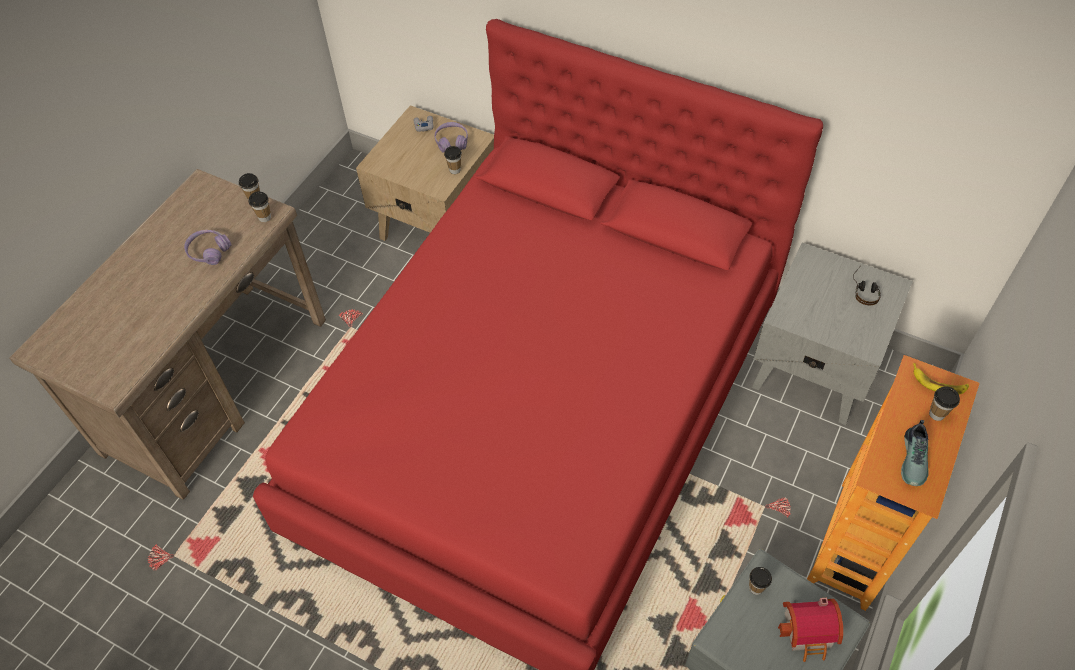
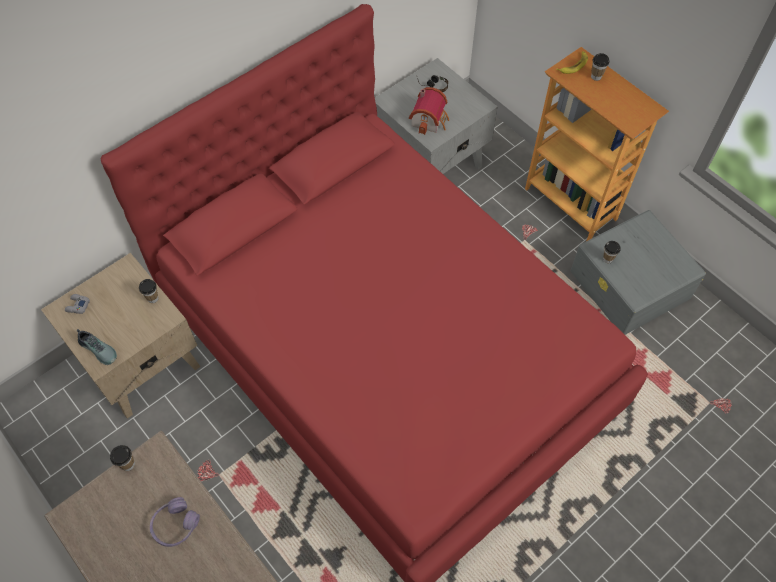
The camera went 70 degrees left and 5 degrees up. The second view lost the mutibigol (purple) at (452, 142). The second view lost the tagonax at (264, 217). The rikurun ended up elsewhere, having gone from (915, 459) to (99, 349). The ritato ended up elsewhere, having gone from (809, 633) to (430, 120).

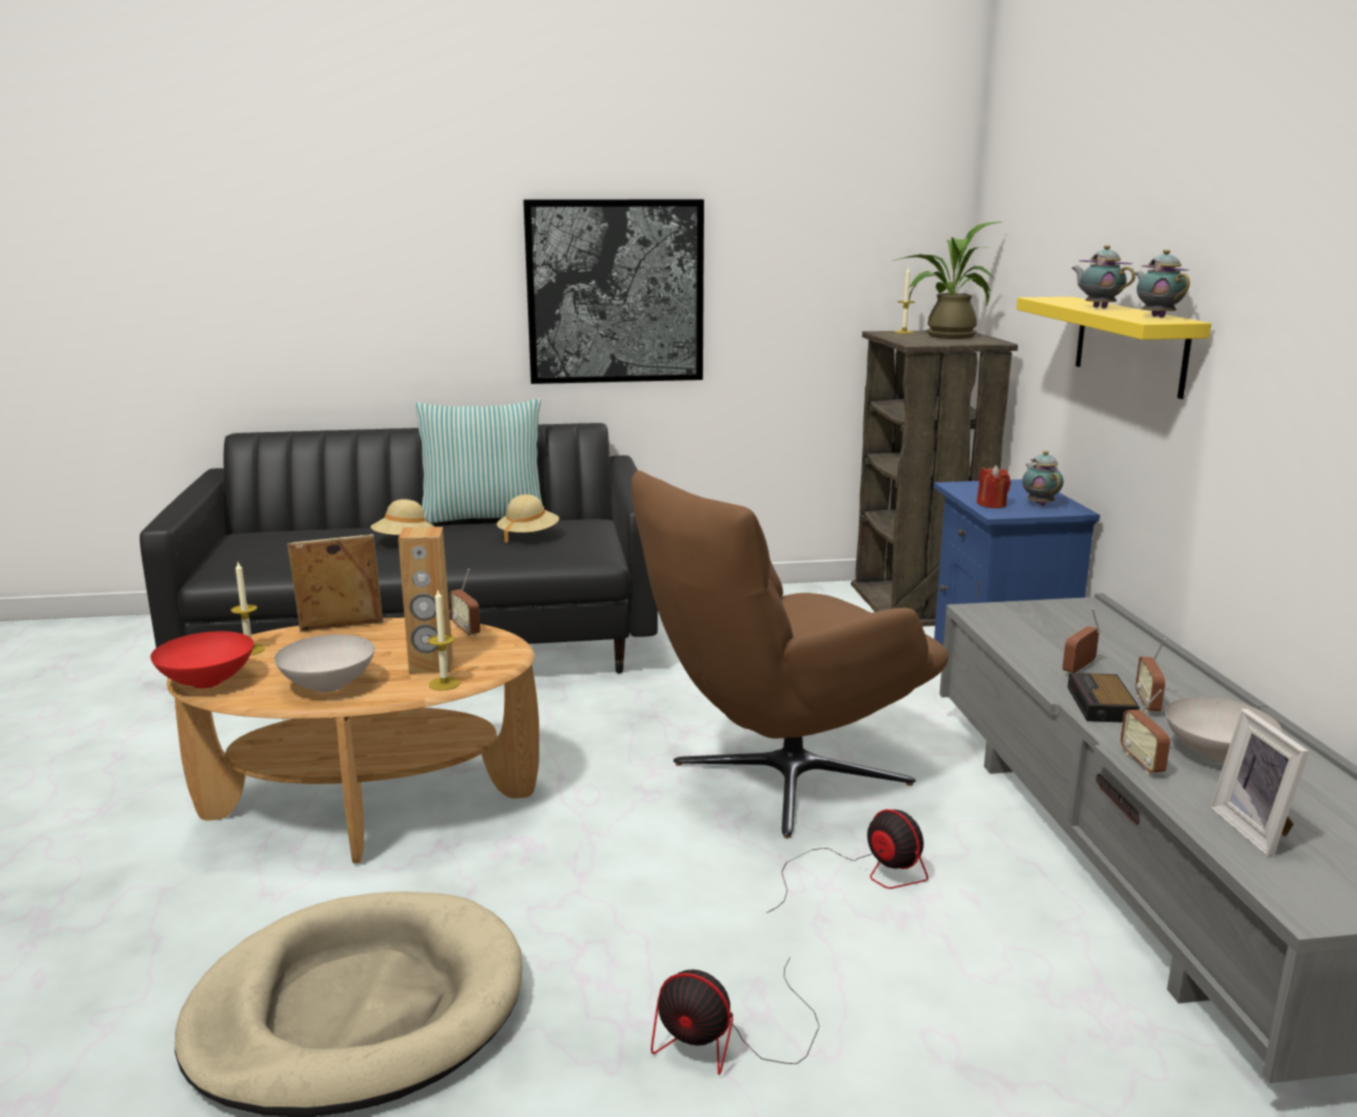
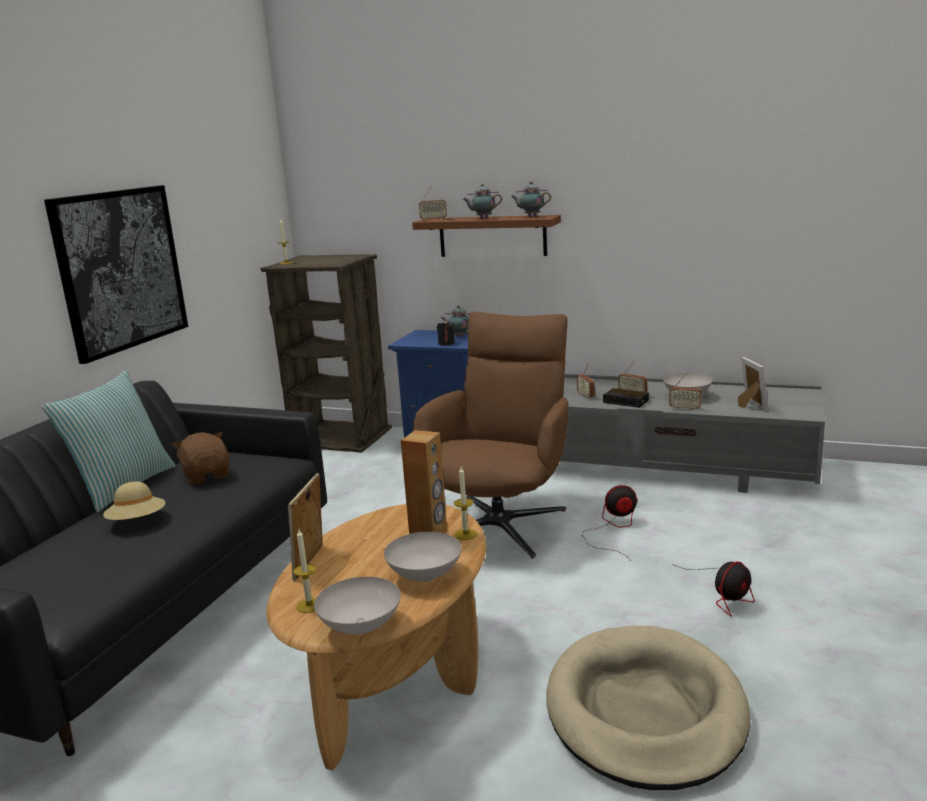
The camera went 60 degrees left and 0 degrees up. The second view lost the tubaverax at (944, 336). What was the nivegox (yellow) at (1130, 345) turned into the nivegox (brown) at (492, 236). What was the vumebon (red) at (991, 504) turned into the vumebon (black) at (446, 343). The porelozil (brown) at (785, 776) ended up facing another way, 150 degrees counterclockwise from before. Where the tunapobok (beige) stood at (528, 536), the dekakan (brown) came to stand at (207, 475). The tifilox ended up elsewhere, having gone from (466, 630) to (433, 219). What was the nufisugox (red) at (207, 681) turned into the nufisugox (white) at (359, 627). The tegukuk at (1256, 830) ended up facing another way, 120 degrees counterclockwise from before.

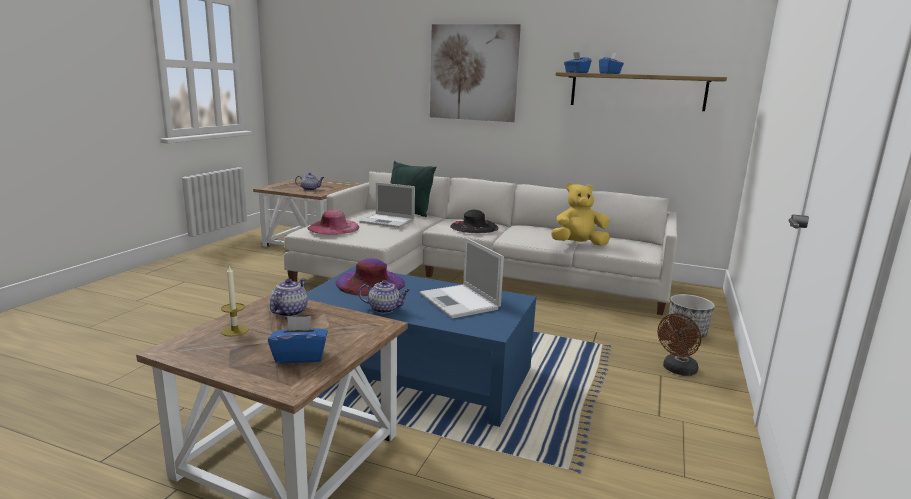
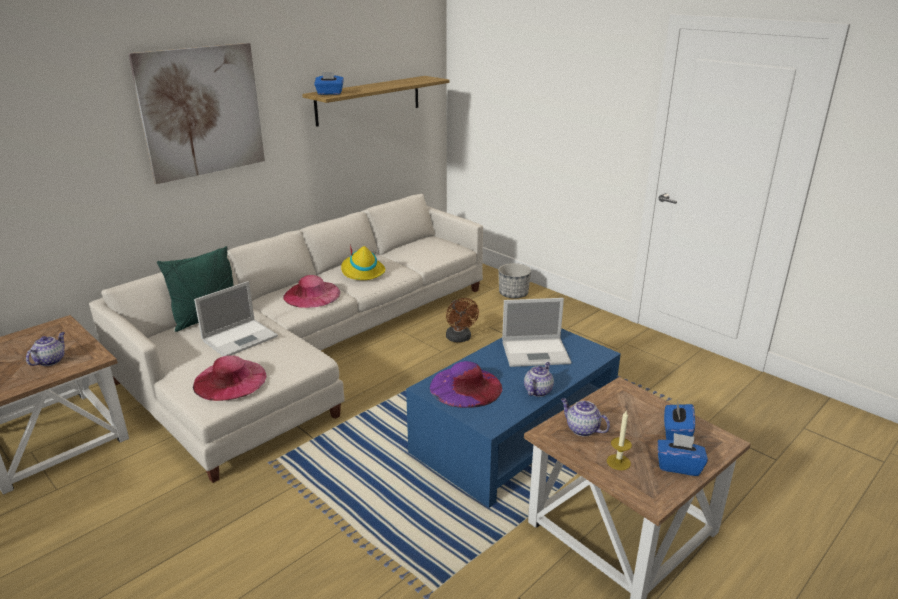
The camera went 65 degrees left and 10 degrees up. The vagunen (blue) ended up elsewhere, having gone from (610, 73) to (678, 466). The second view lost the dekakan (yellow) at (578, 244). What was the tunapobok (black) at (474, 227) turned into the tunapobok (pink) at (312, 294). The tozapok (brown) ended up elsewhere, having gone from (677, 370) to (460, 339). The second view gained the tunapobok (yellow) at (362, 271).

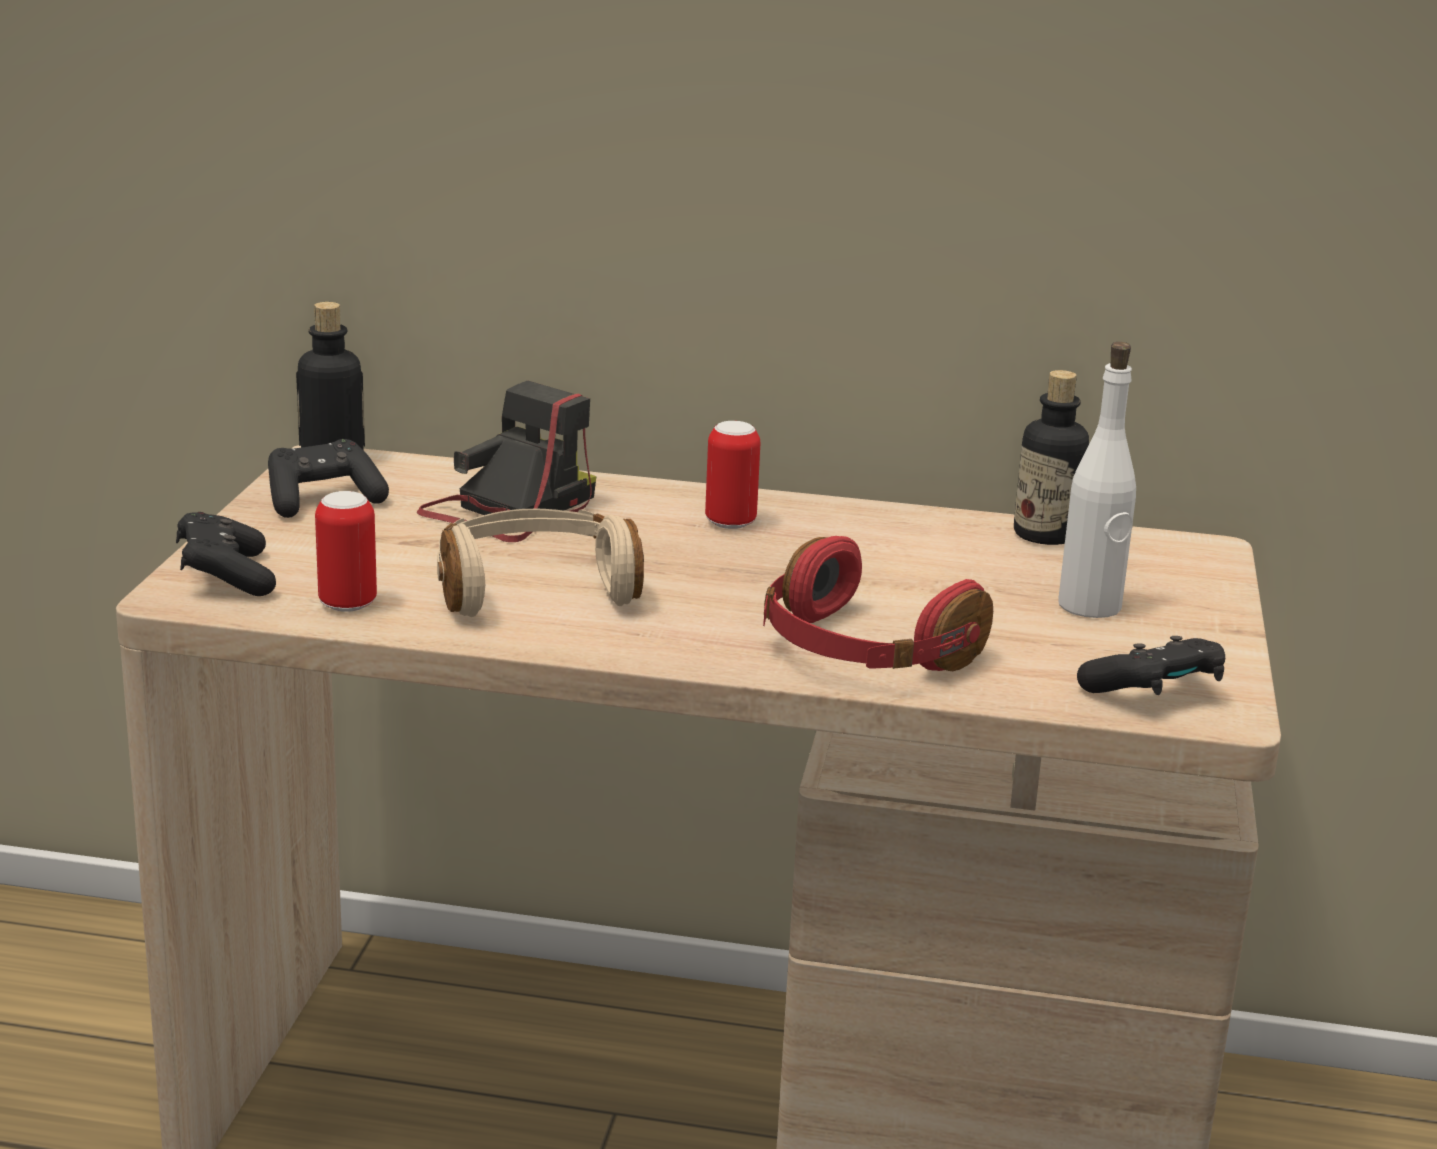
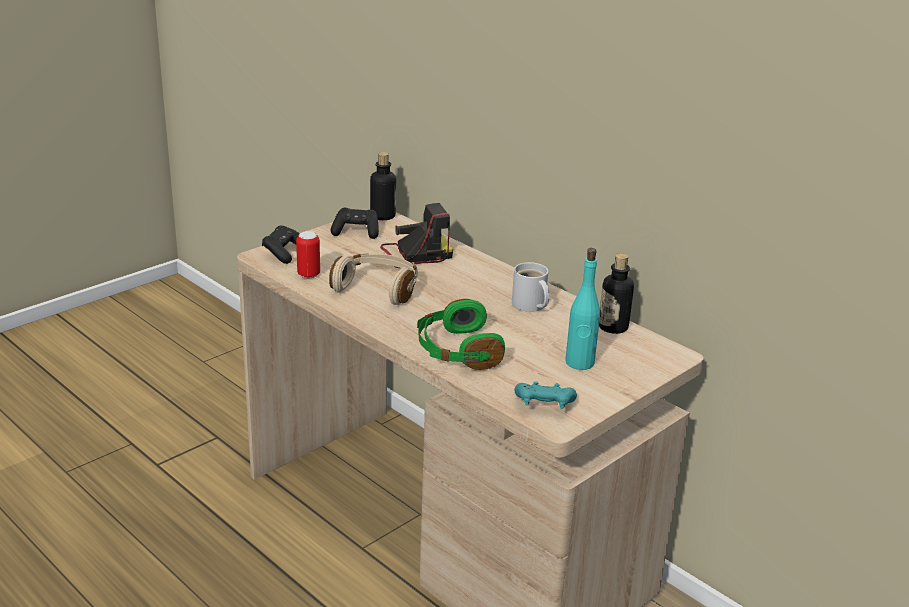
The camera went 35 degrees right and 5 degrees up. What was the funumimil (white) at (1090, 606) turned into the funumimil (turquoise) at (579, 363). The second view lost the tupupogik at (730, 522). What was the mutibigol (red) at (861, 652) turned into the mutibigol (green) at (457, 351). What was the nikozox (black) at (1154, 694) turned into the nikozox (turquoise) at (544, 406). The second view gained the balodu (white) at (529, 305).

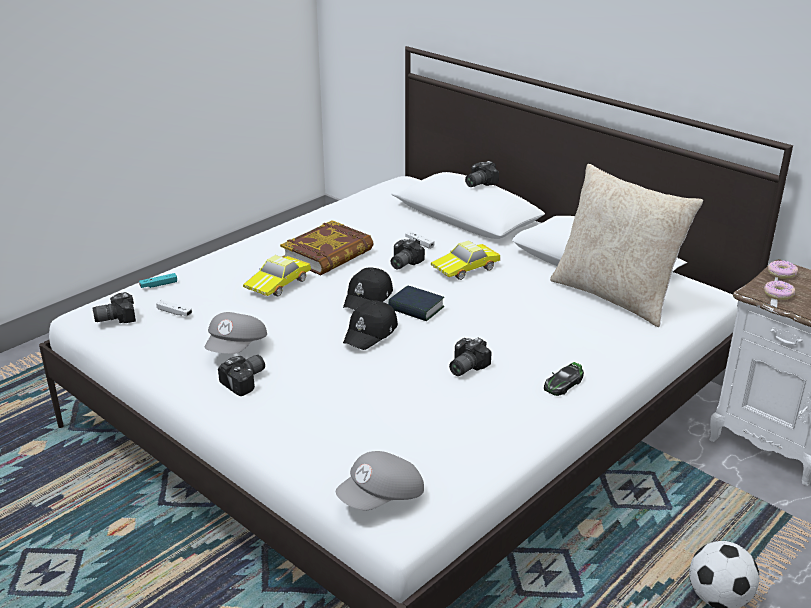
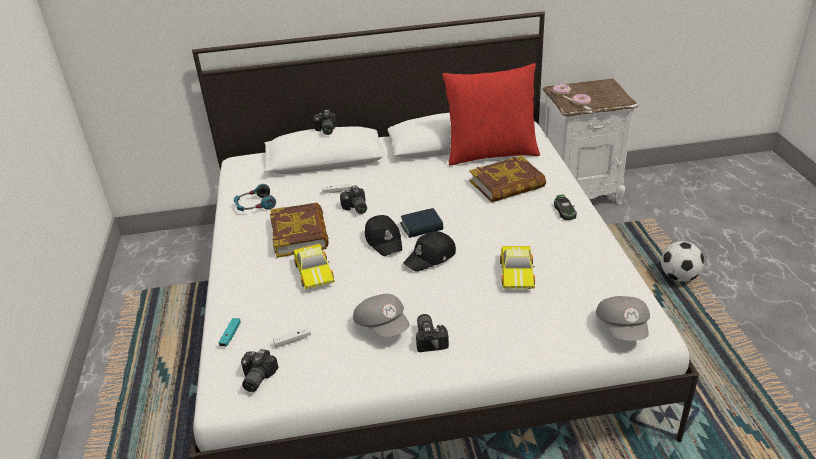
The camera went 50 degrees left and 5 degrees up. What was the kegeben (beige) at (615, 296) turned into the kegeben (red) at (491, 153). The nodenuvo ended up elsewhere, having gone from (466, 268) to (518, 273). The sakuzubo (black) at (371, 333) ended up facing another way, 75 degrees clockwise from before. The second view lost the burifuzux at (464, 367). The second view gained the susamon at (507, 184). The second view gained the mutibigol at (255, 205).

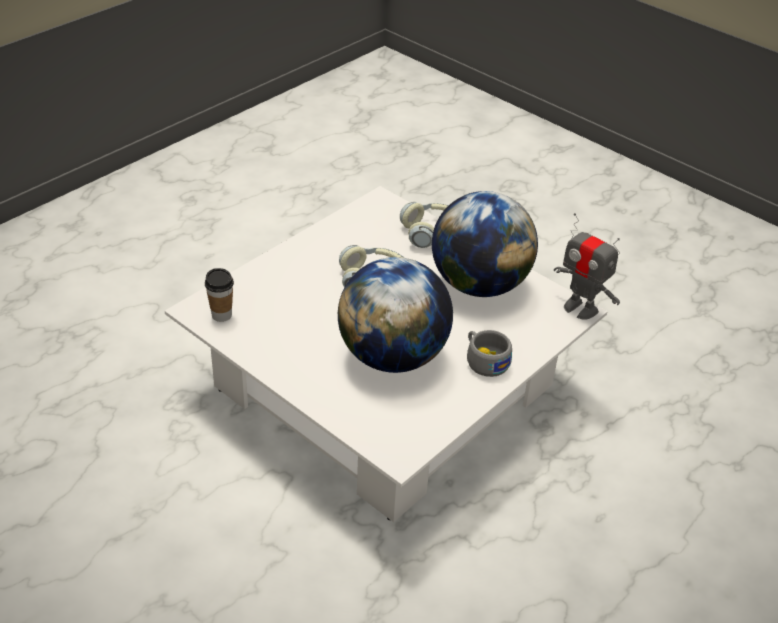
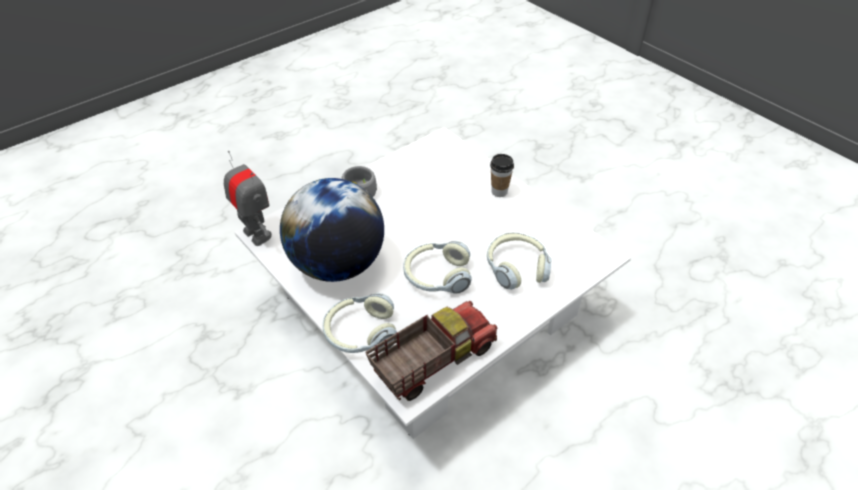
The camera went 170 degrees left and 5 degrees up. The second view lost the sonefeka at (392, 356). The tagonax ended up elsewhere, having gone from (221, 315) to (499, 191). The second view gained the mutibigol at (516, 267). The second view gained the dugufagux at (432, 361).

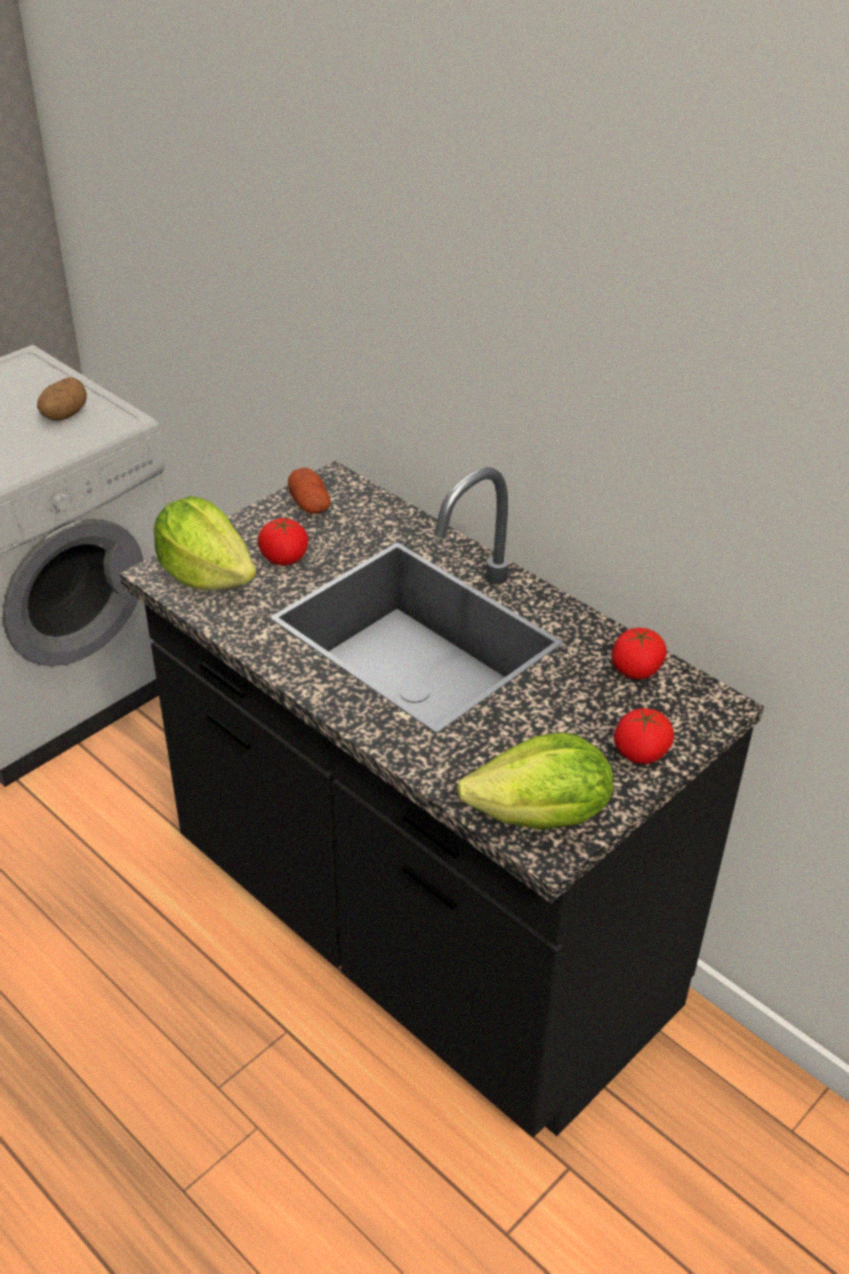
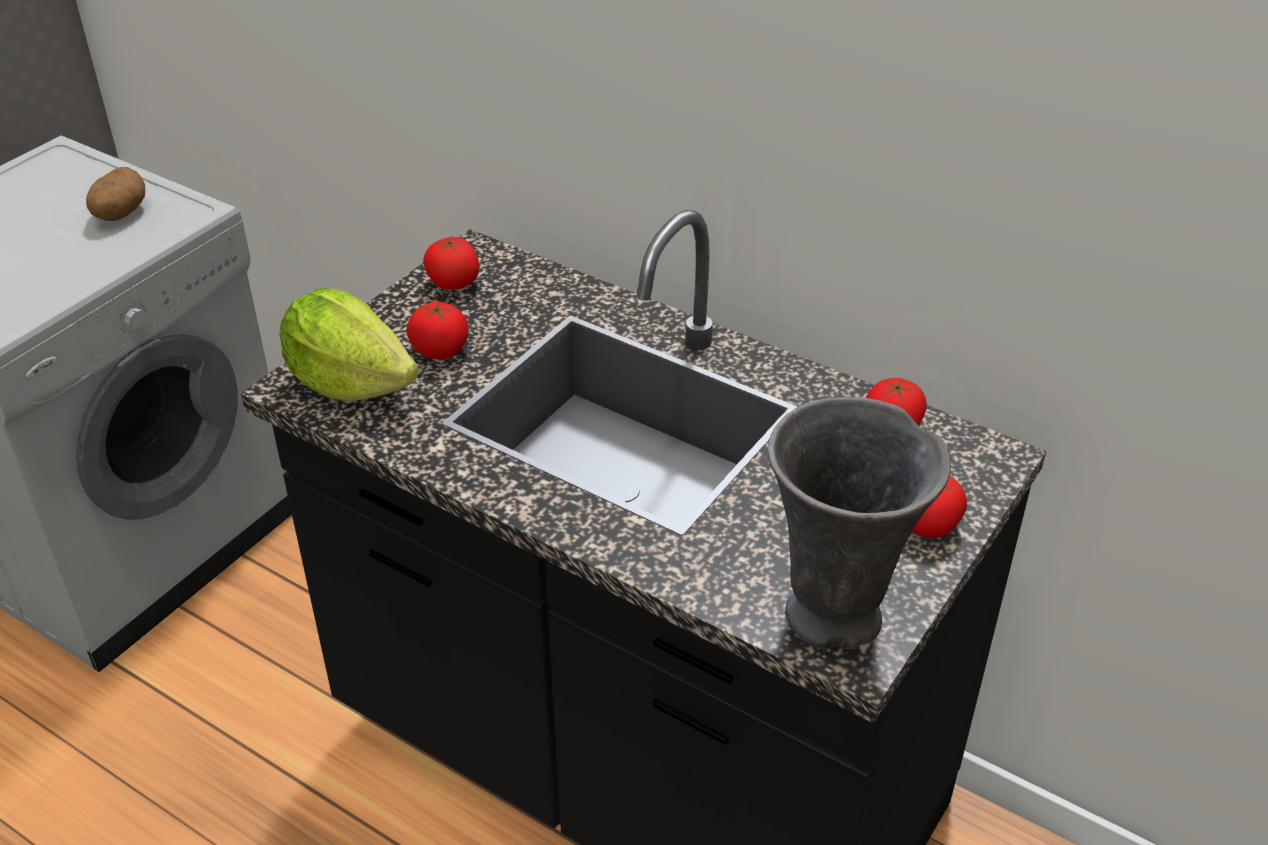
The camera went 10 degrees left and 0 degrees up. Where the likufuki stood at (310, 504), the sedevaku came to stand at (454, 283). Where the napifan stood at (541, 817), the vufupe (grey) came to stand at (836, 619).

